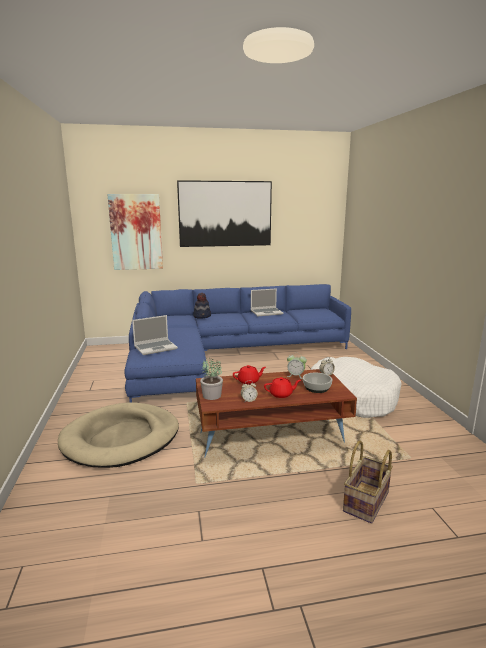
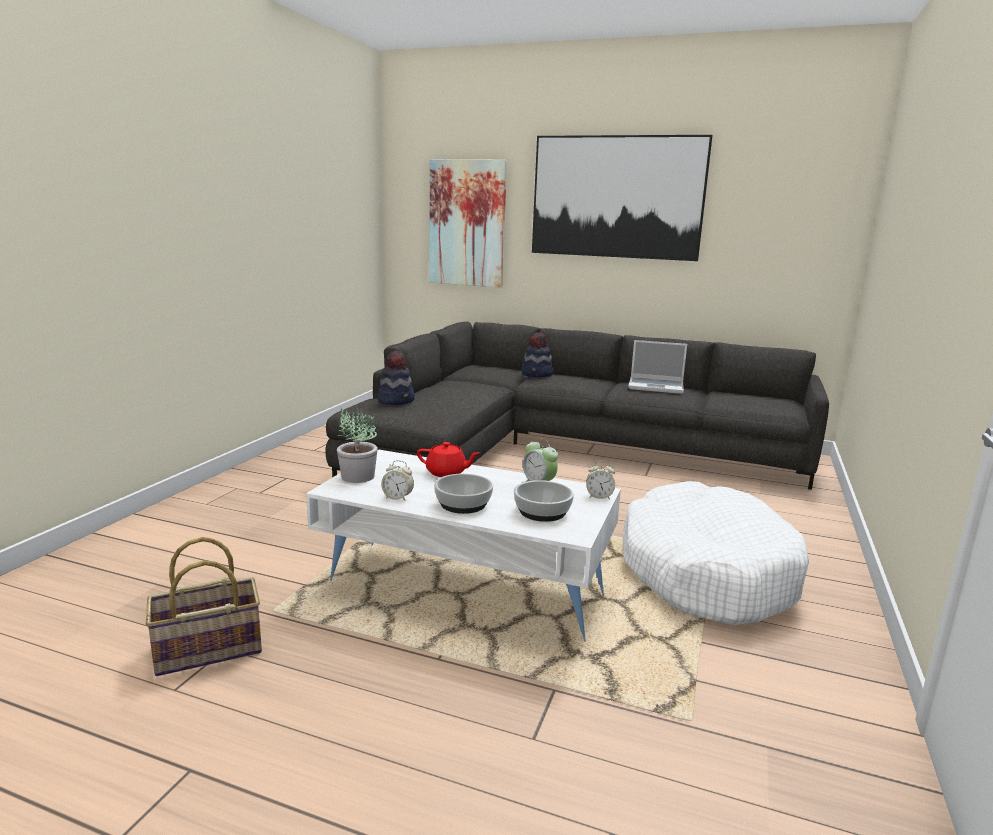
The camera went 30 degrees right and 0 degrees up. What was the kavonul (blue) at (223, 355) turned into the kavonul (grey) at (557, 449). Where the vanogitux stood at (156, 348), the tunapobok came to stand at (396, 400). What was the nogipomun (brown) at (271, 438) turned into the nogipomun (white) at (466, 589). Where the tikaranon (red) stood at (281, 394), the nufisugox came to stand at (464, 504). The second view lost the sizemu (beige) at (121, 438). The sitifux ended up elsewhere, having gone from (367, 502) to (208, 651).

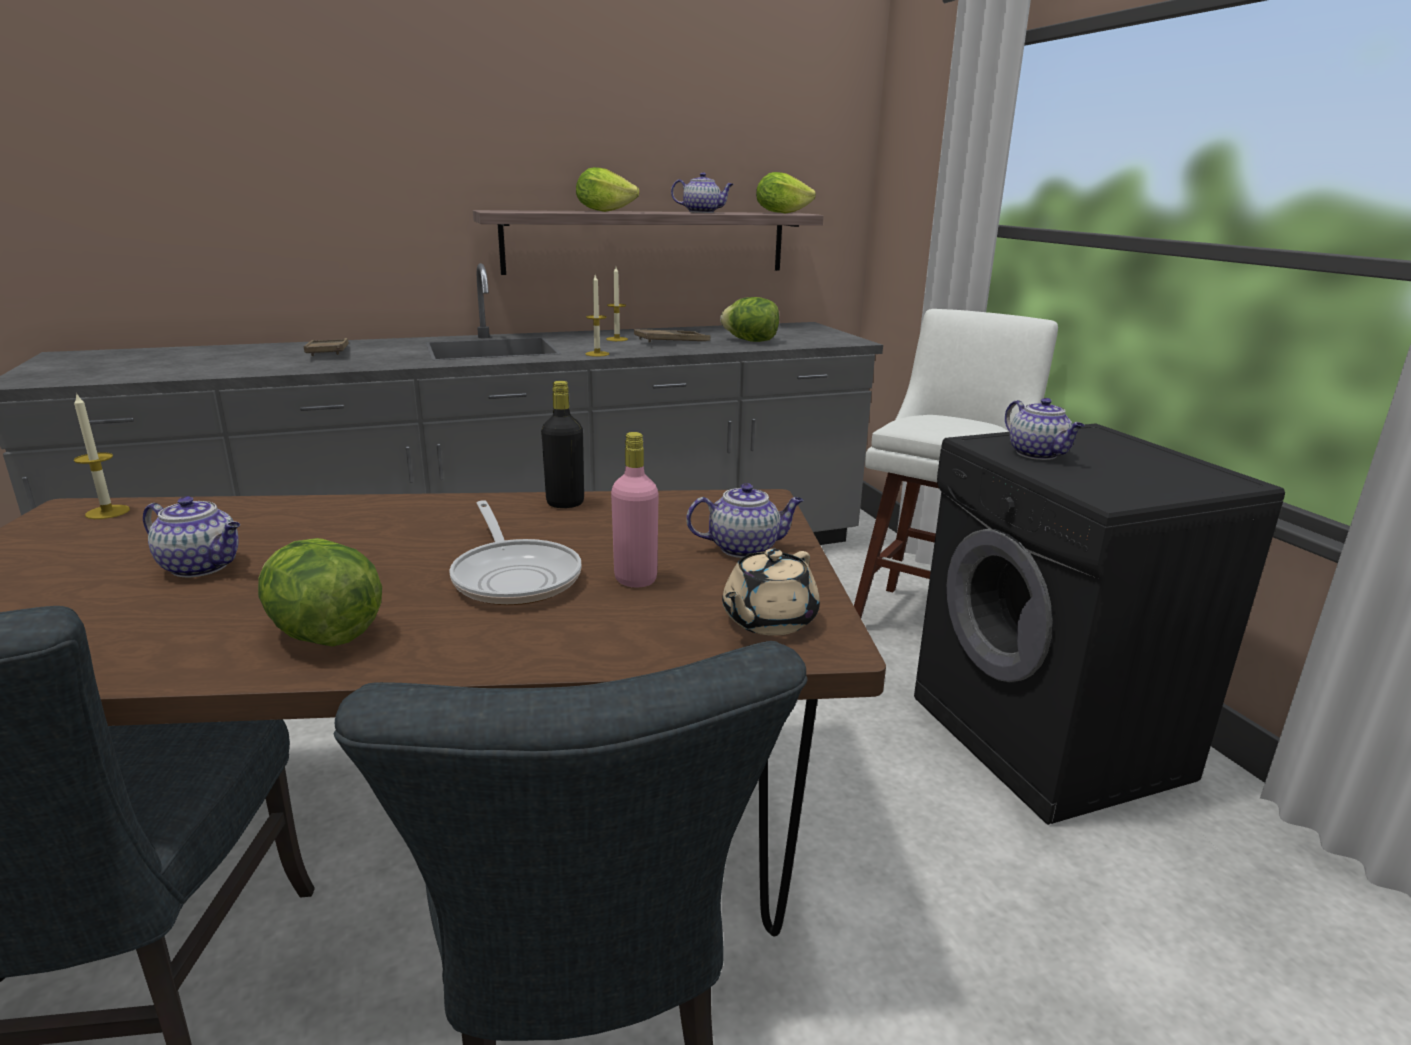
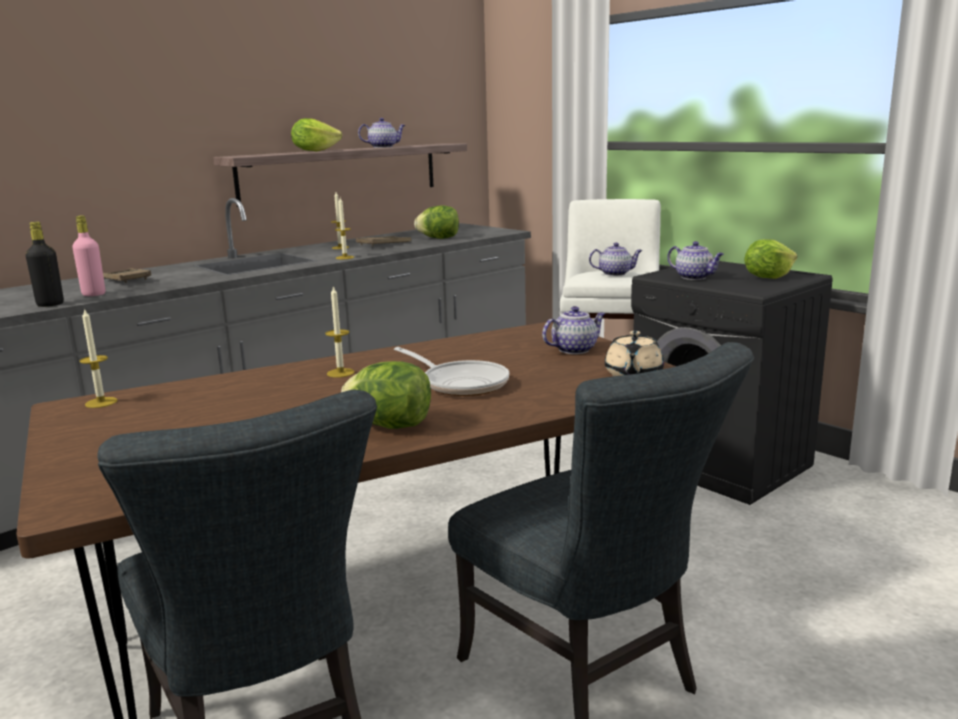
The camera went 20 degrees left and 5 degrees down. The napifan ended up elsewhere, having gone from (781, 213) to (767, 277). The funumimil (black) ended up elsewhere, having gone from (565, 503) to (50, 304). The funumimil (pink) ended up elsewhere, having gone from (635, 579) to (94, 294). The tikaranon ended up elsewhere, having gone from (203, 566) to (615, 273). The second view gained the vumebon at (340, 373).

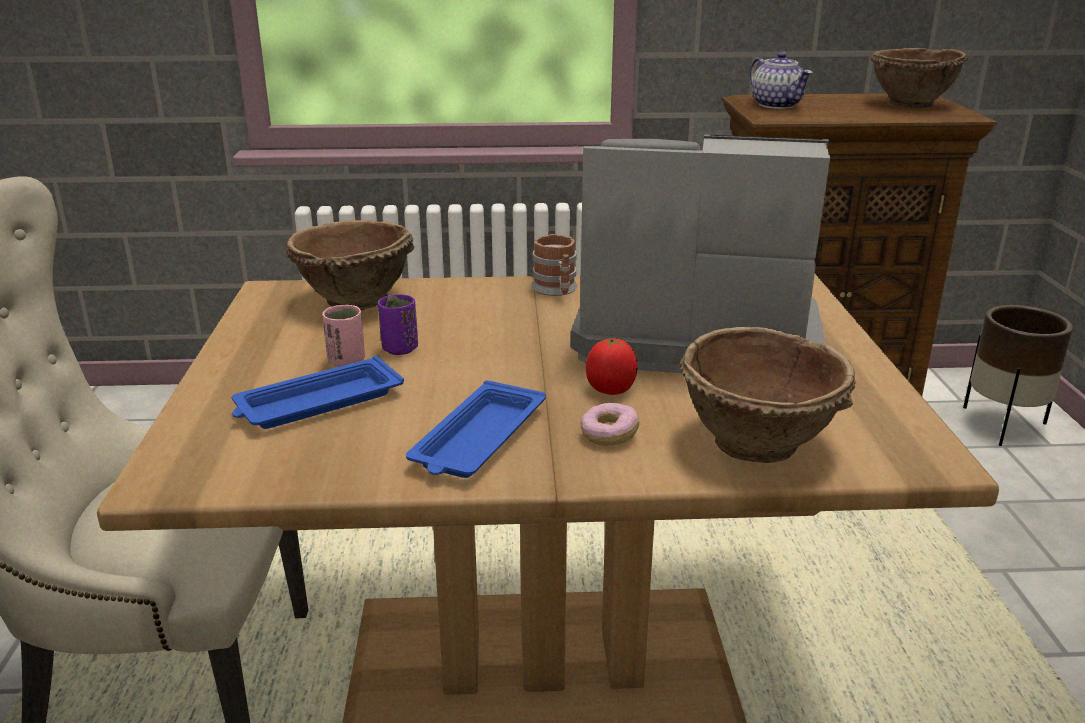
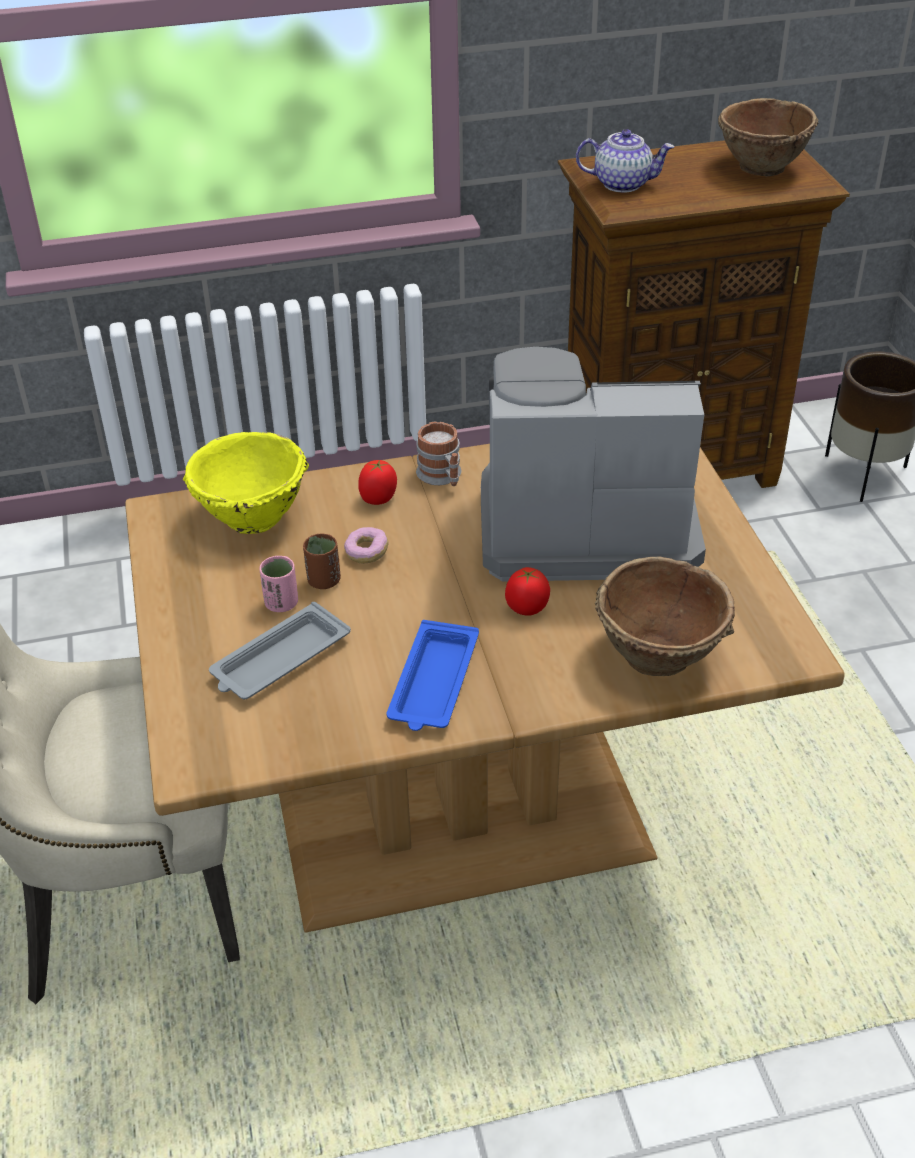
The camera went 10 degrees left and 15 degrees up. The tikaranon at (777, 105) ended up facing another way, 45 degrees counterclockwise from before. What was the nufisugox (brown) at (354, 301) turned into the nufisugox (yellow) at (251, 517). What was the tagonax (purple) at (400, 349) turned into the tagonax (brown) at (324, 581). What was the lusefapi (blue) at (317, 403) turned into the lusefapi (grey) at (279, 660). The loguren ended up elsewhere, having gone from (609, 435) to (367, 553). The second view gained the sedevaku at (379, 499).

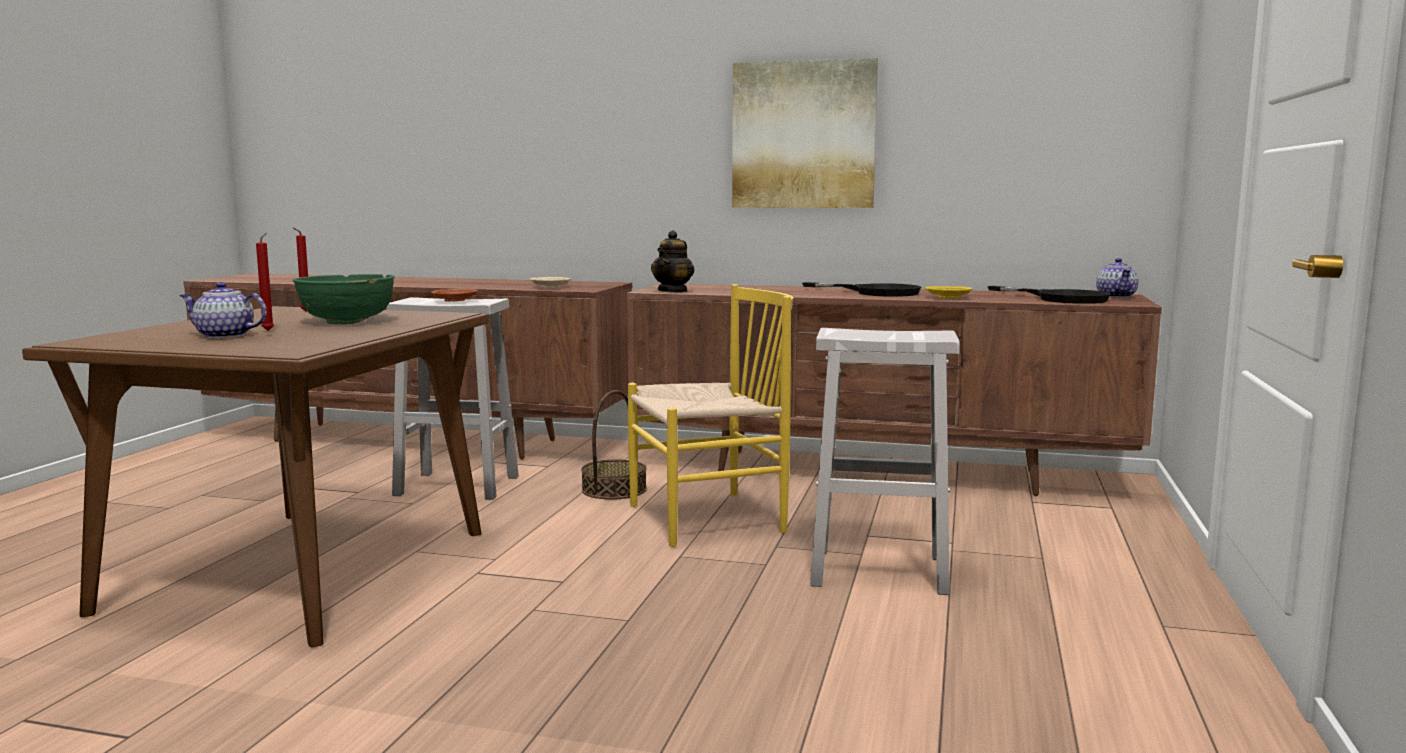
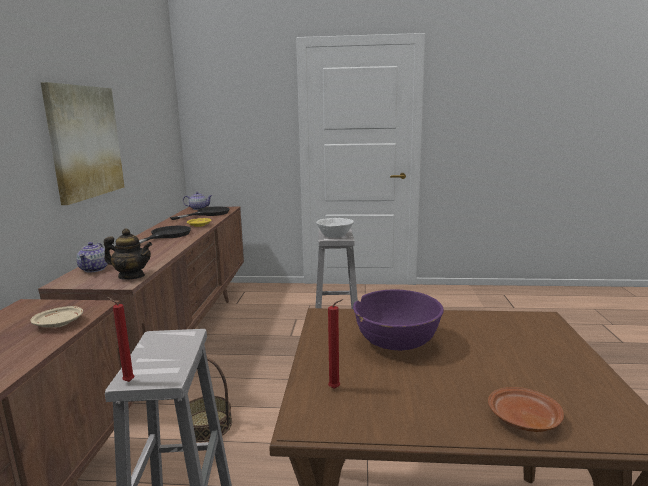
The camera went 100 degrees left and 5 degrees up. The vumebon (red) ended up elsewhere, having gone from (269, 330) to (127, 381). What was the nufisugox (green) at (347, 321) turned into the nufisugox (purple) at (396, 343). The tikaranon ended up elsewhere, having gone from (225, 336) to (95, 269). The second view lost the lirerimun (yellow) at (713, 518). The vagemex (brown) ended up elsewhere, having gone from (455, 301) to (523, 419). The second view gained the nufisugox (white) at (335, 235).

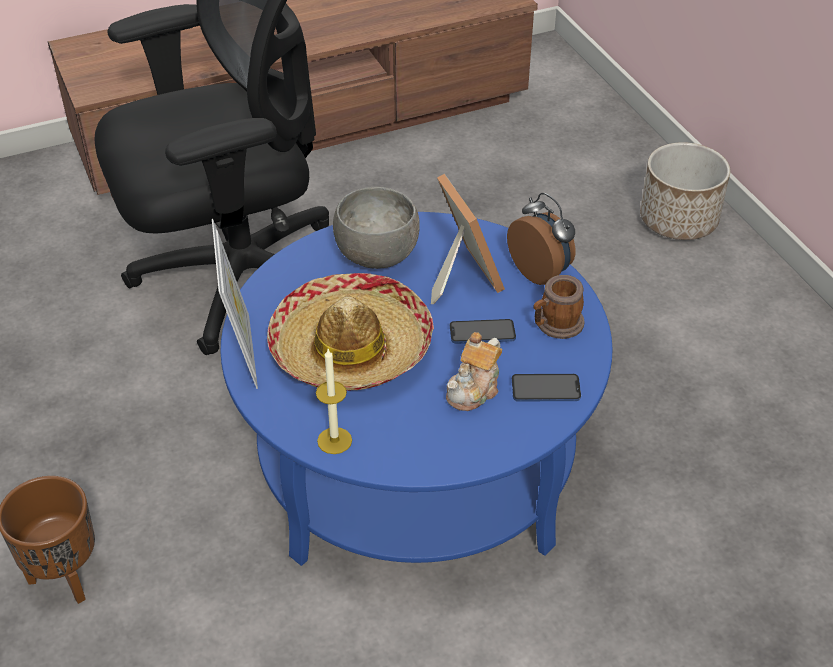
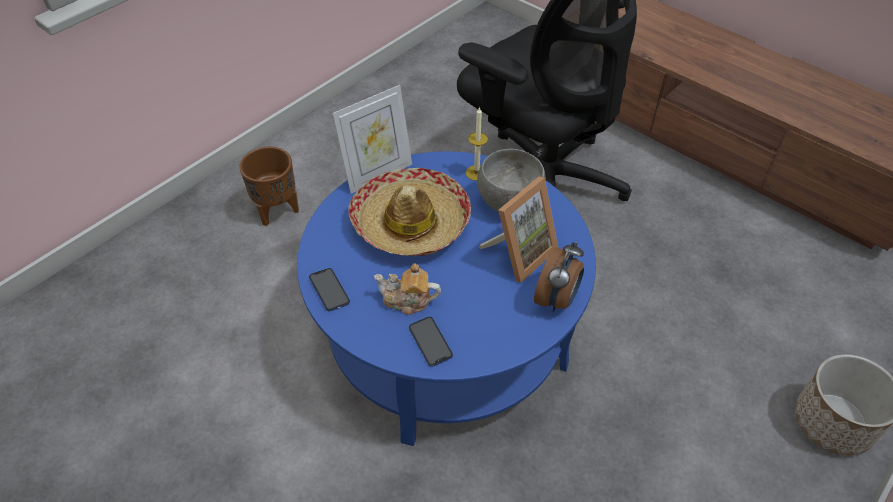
The camera went 65 degrees right and 5 degrees up. The second view lost the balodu at (555, 325). The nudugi ended up elsewhere, having gone from (482, 333) to (329, 290). The vumebon ended up elsewhere, having gone from (334, 440) to (476, 173).

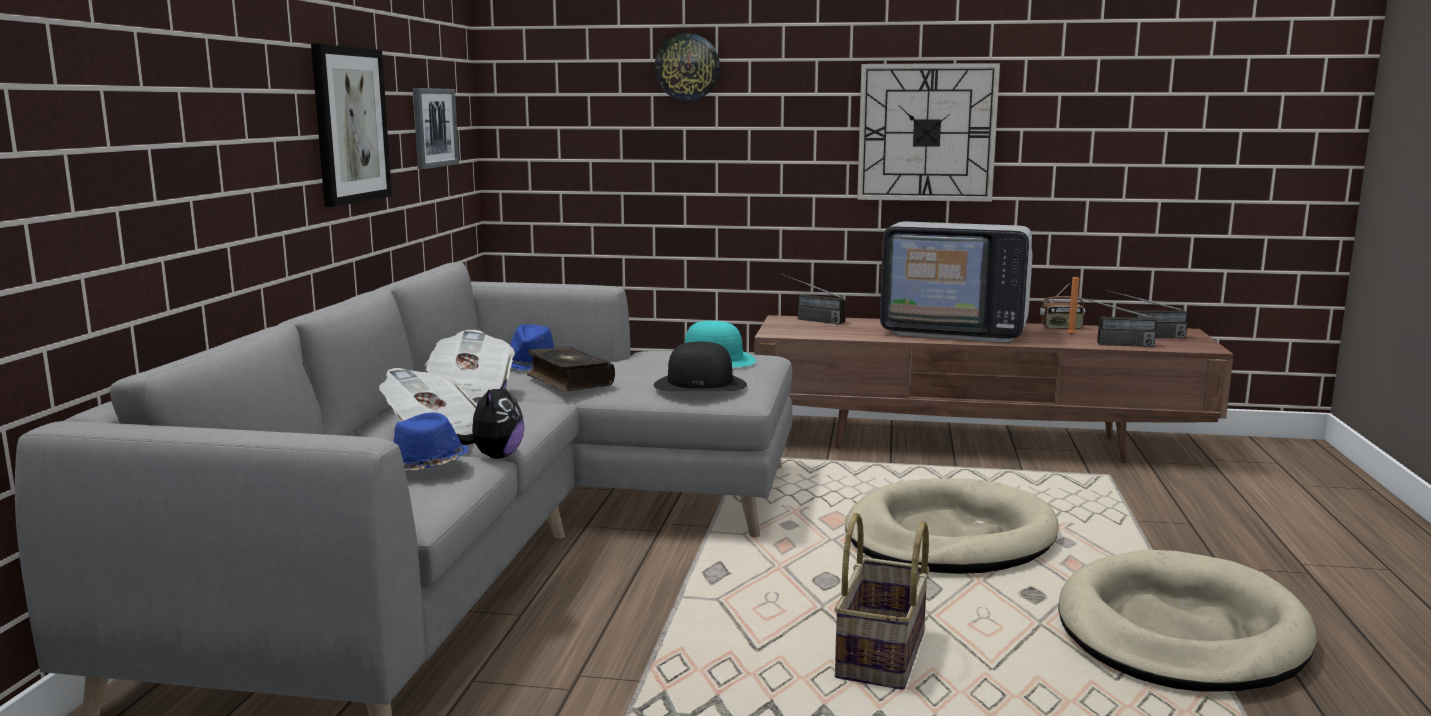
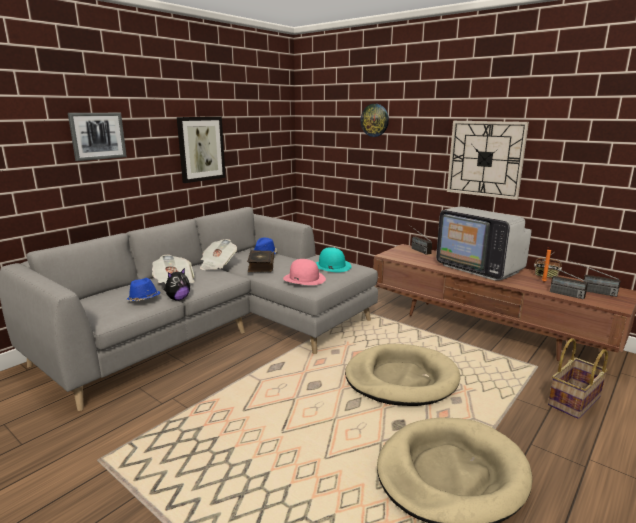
The camera went 30 degrees right and 5 degrees up. The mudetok ended up elsewhere, having gone from (434, 127) to (97, 136). What was the tunapobok (black) at (700, 384) turned into the tunapobok (pink) at (304, 278). The sitifux ended up elsewhere, having gone from (883, 656) to (575, 401).

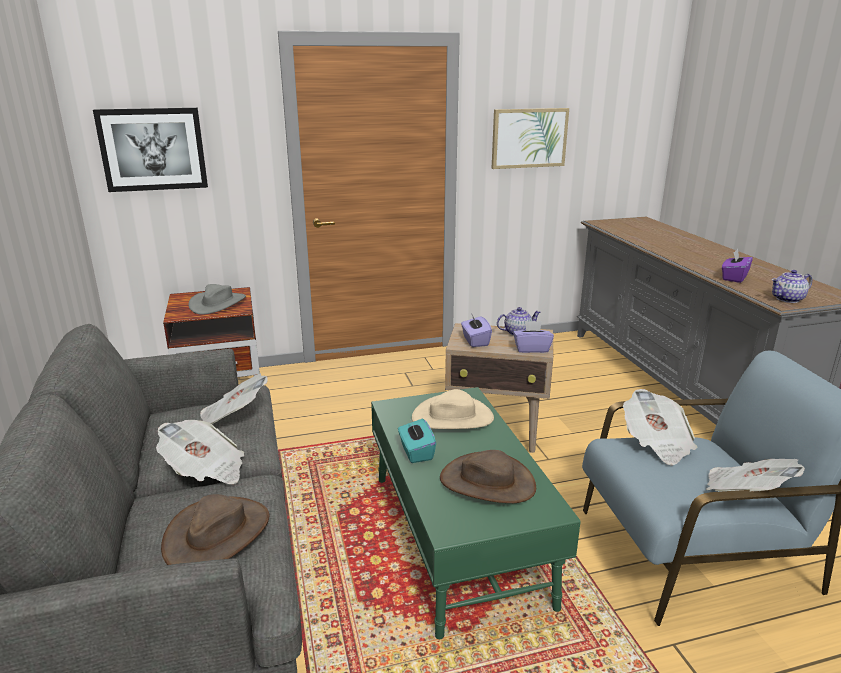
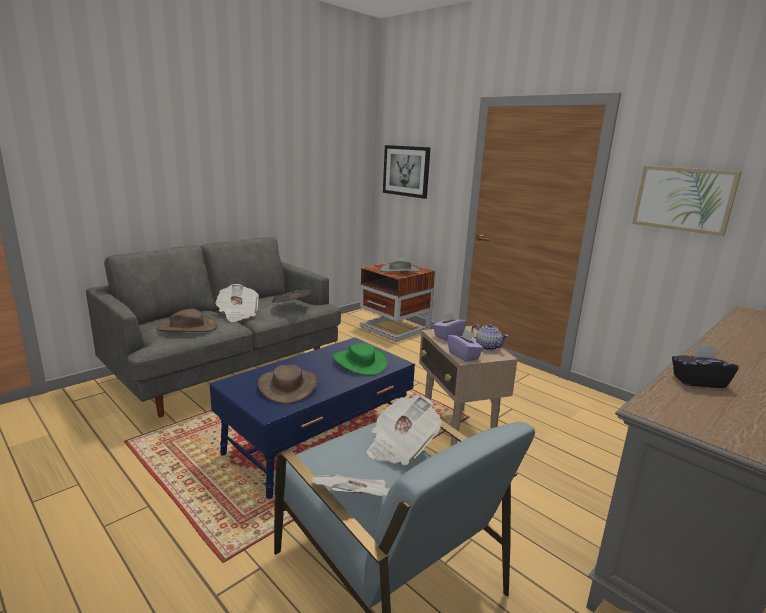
The camera went 60 degrees right and 5 degrees down. What was the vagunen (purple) at (734, 278) turned into the vagunen (black) at (698, 381). The second view lost the tikaranon at (788, 299). What was the nogipomun (green) at (457, 536) turned into the nogipomun (blue) at (319, 439). What was the tunapobok (beige) at (452, 417) turned into the tunapobok (green) at (359, 362). The second view lost the vagunen (turquoise) at (416, 452).

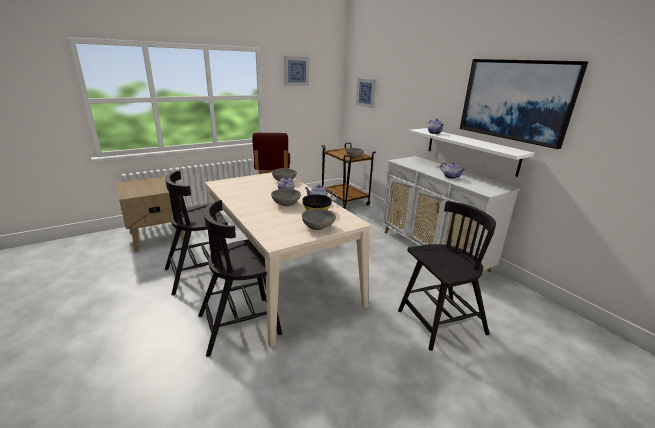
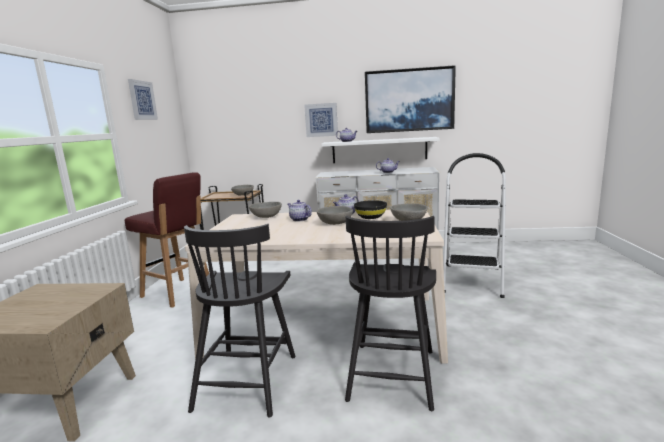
The camera went 50 degrees left and 10 degrees down. The mudetok ended up elsewhere, having gone from (366, 92) to (321, 120). Where the lirerimun (black) stood at (440, 322), the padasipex came to stand at (472, 279).

